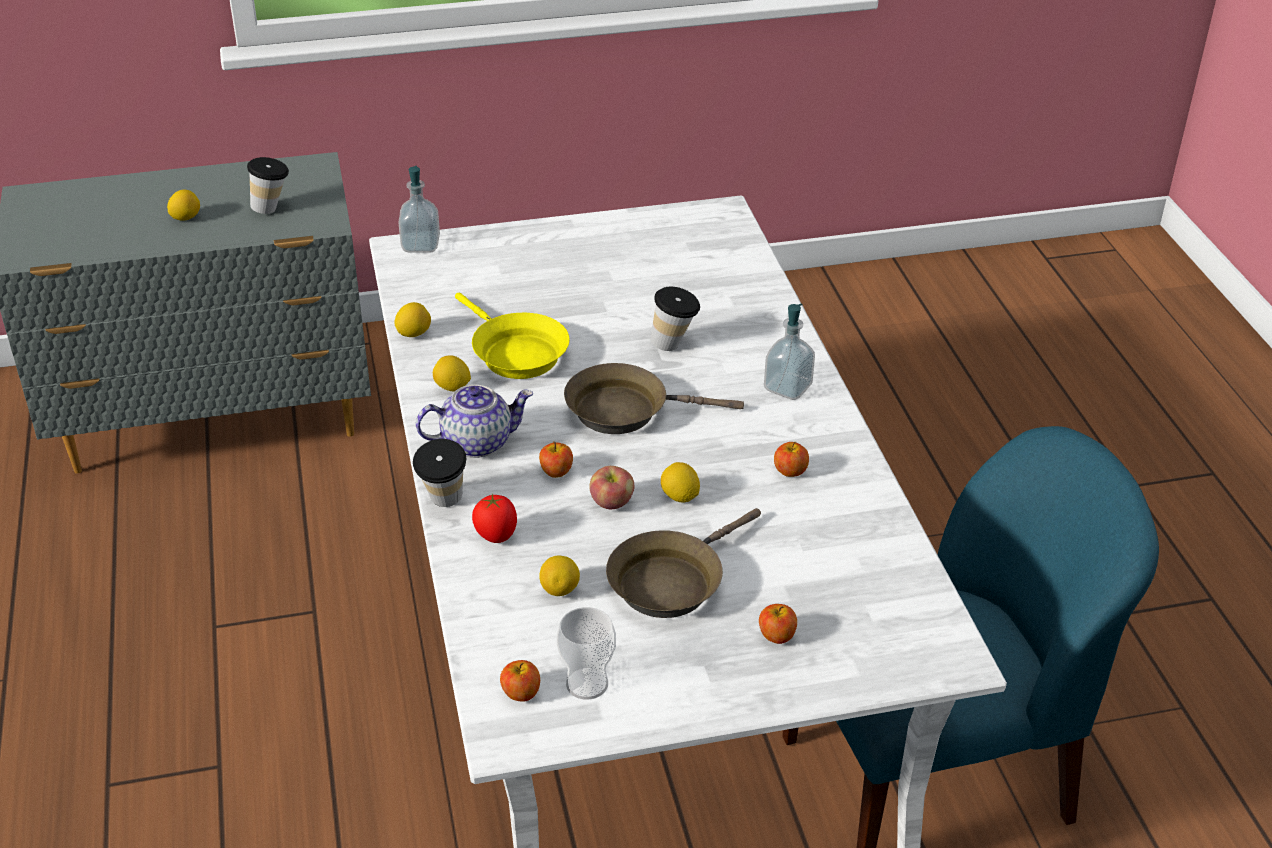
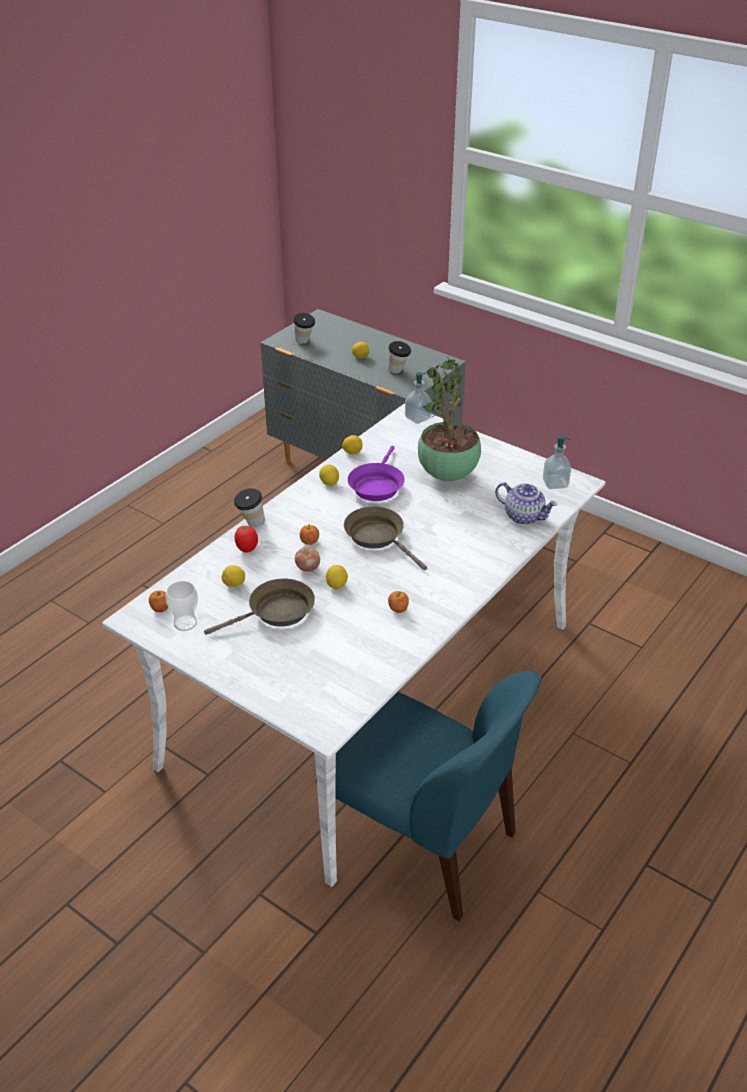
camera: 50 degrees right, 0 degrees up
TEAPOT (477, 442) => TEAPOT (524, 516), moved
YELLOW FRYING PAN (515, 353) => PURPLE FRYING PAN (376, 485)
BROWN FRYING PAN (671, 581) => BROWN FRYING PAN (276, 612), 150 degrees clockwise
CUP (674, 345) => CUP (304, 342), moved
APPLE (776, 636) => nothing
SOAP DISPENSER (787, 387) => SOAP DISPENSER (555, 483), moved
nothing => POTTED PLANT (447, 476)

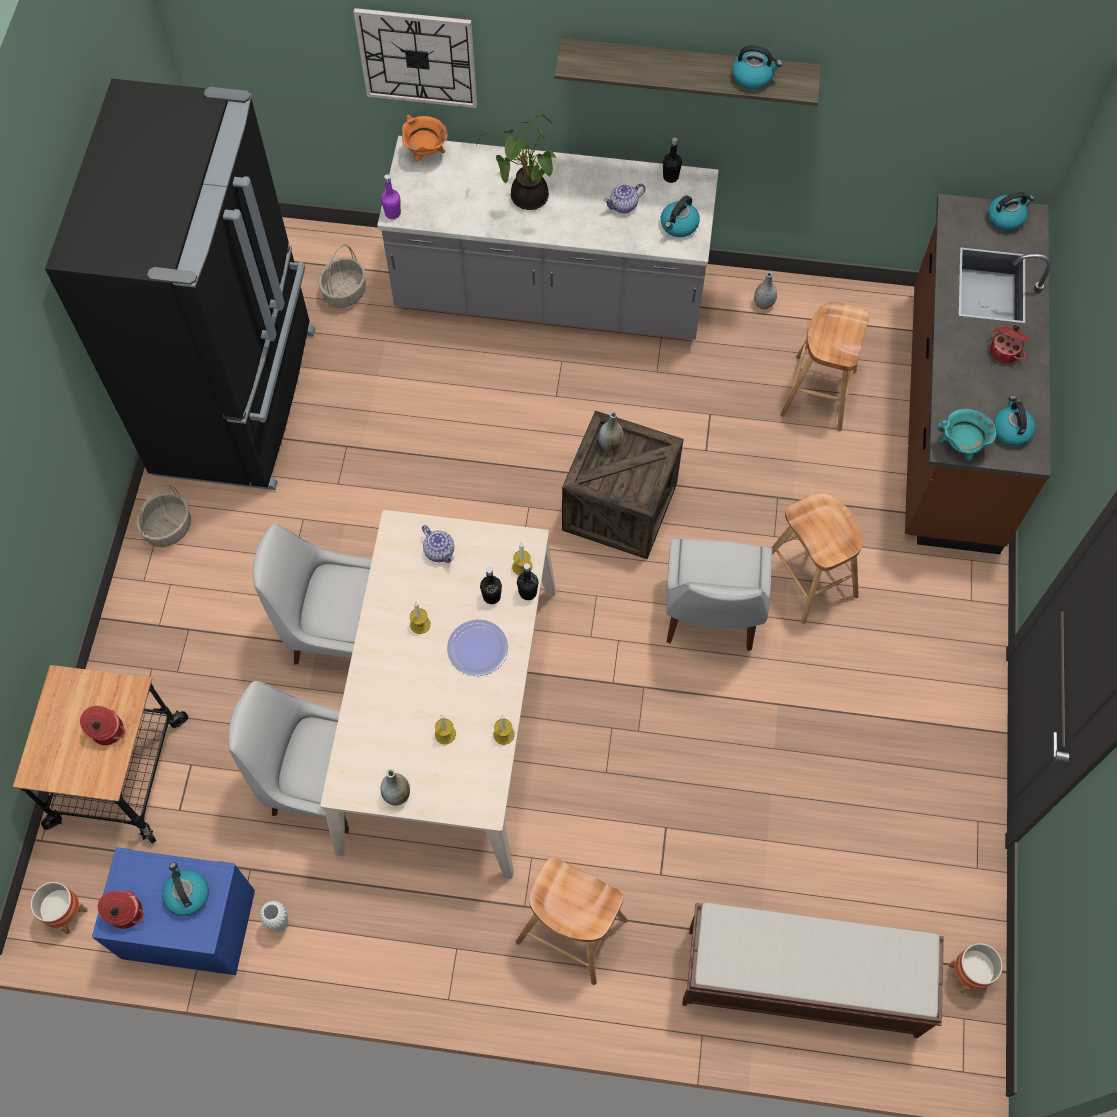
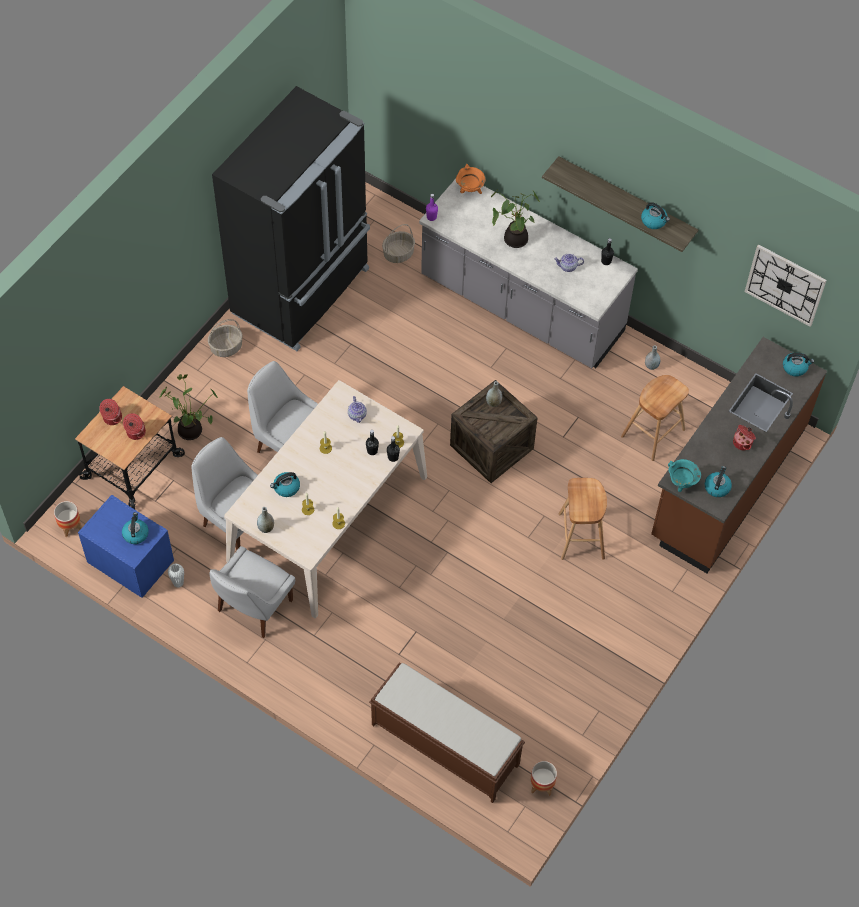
camera: 25 degrees right, 5 degrees down
COOKING POT (125, 913) => COOKING POT (112, 418), moved
WALL CLOCK (417, 57) => WALL CLOCK (785, 284), moved
PLATE (478, 648) => nothing
BROWN STOOL (572, 931) => nothing
KETTLE (679, 225) => KETTLE (286, 488), moved
WHITE CHAIR (710, 617) => WHITE CHAIR (253, 608), moved
nothing => POTTED PLANT (192, 429)

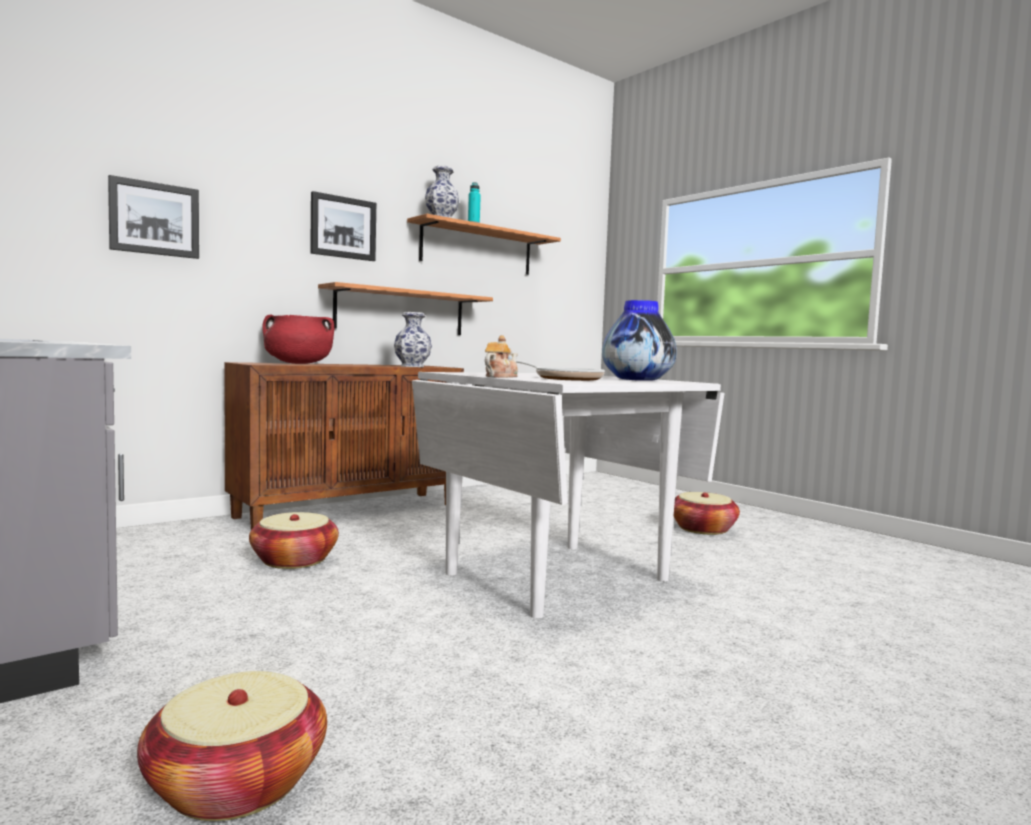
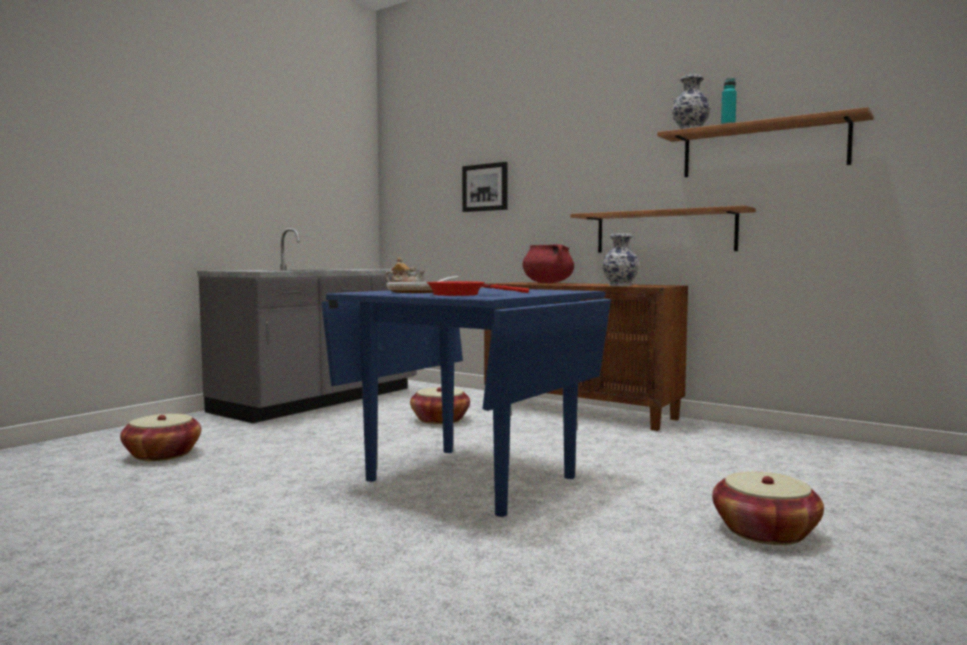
camera: 75 degrees right, 0 degrees up
PICTURE (343, 227) => nothing
WHITE DINING TABLE (556, 576) => BLUE DINING TABLE (471, 478)
VASE (637, 380) => RED FRYING PAN (461, 294)

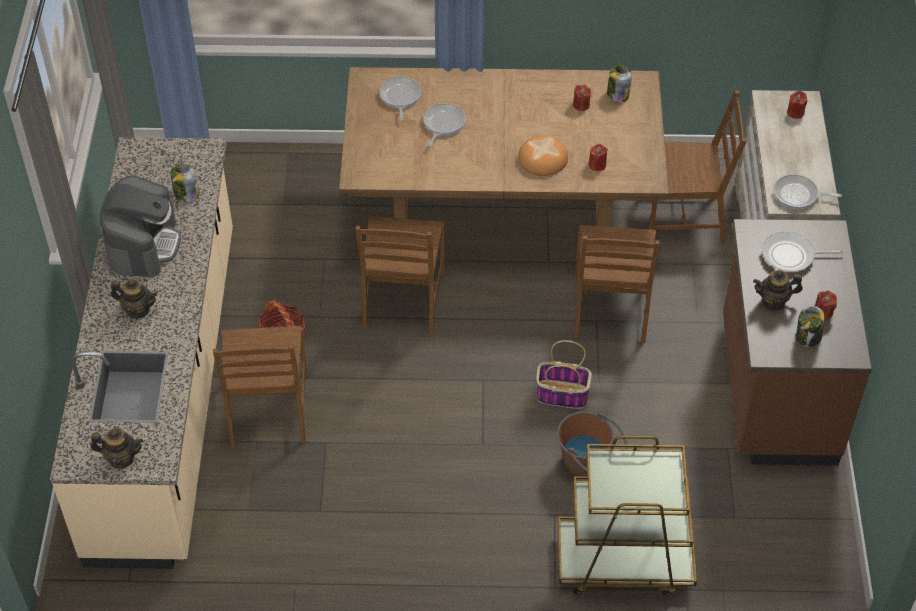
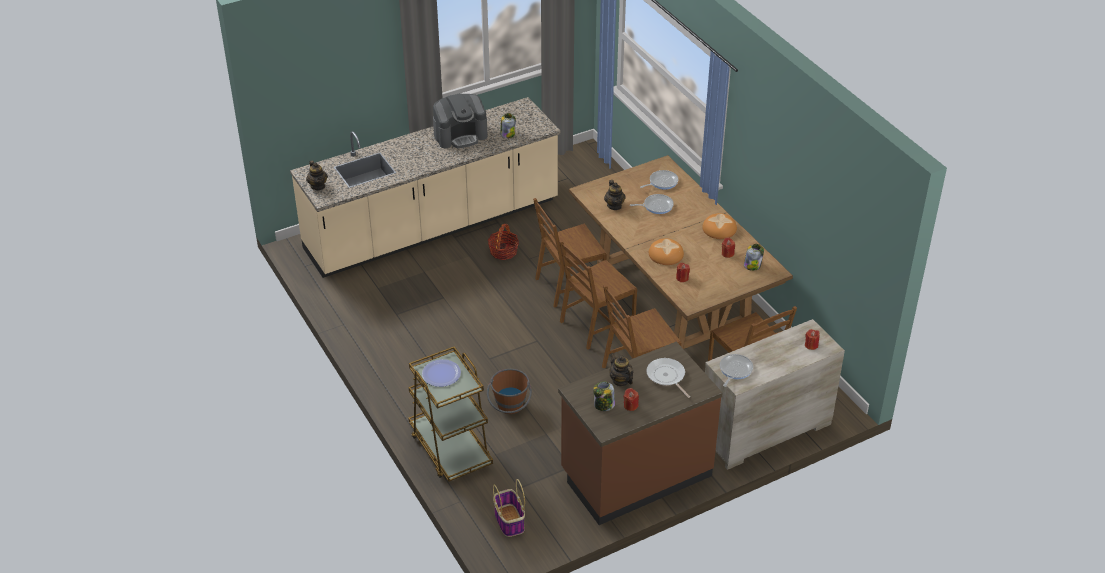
camera: 60 degrees right, 10 degrees down
TEAPOT (138, 310) => TEAPOT (614, 206), moved
BROWN CHAIR (269, 411) => BROWN CHAIR (596, 325), moved
BASKET (561, 395) => BASKET (509, 520), moved
FRYING PAN (798, 195) => FRYING PAN (734, 370), 45 degrees clockwise
nothing => PLATE (441, 374)
nothing => BREAD (719, 229)

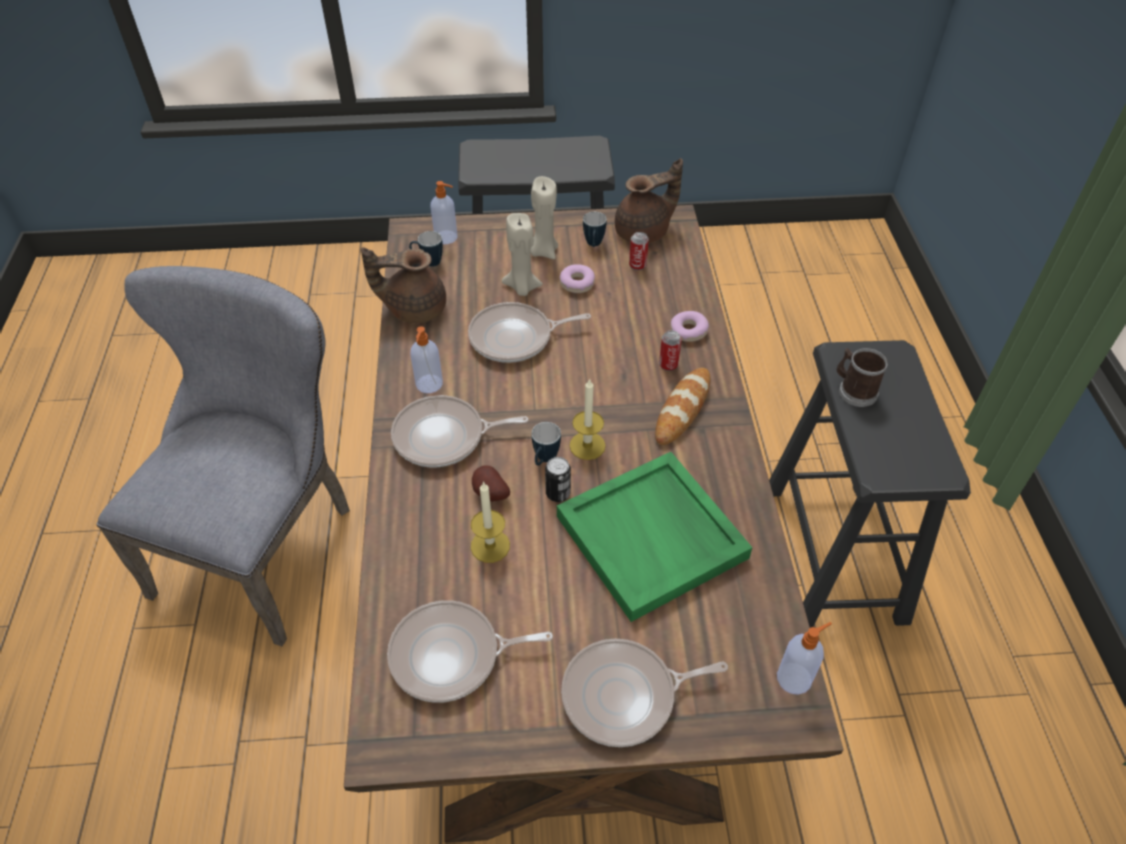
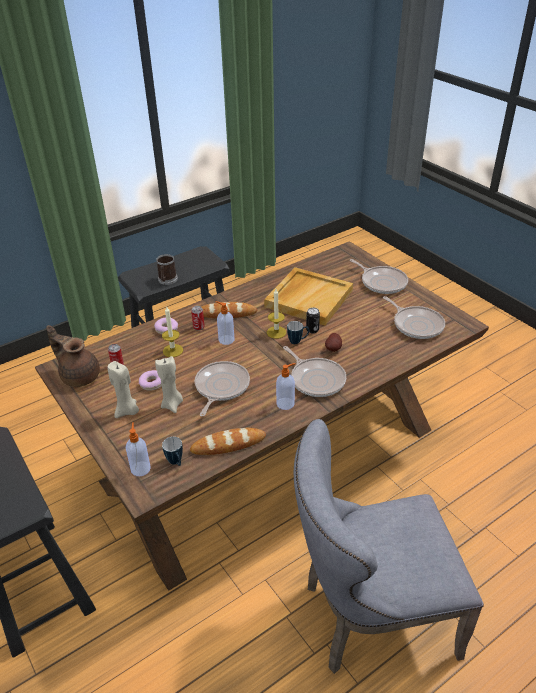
camera: 120 degrees left, 10 degrees down
BROWN TEAPOT (414, 308) => BREAD (228, 444)
FRYING PAN (515, 338) => FRYING PAN (221, 387), 120 degrees counterclockwise
CANDLE (490, 546) => CANDLE (173, 350), moved
GREEN TRAY (653, 537) => BEIGE TRAY (308, 298)
MUG (593, 245) => nothing
SOAP DISPENSER (795, 678) => SOAP DISPENSER (226, 339), moved

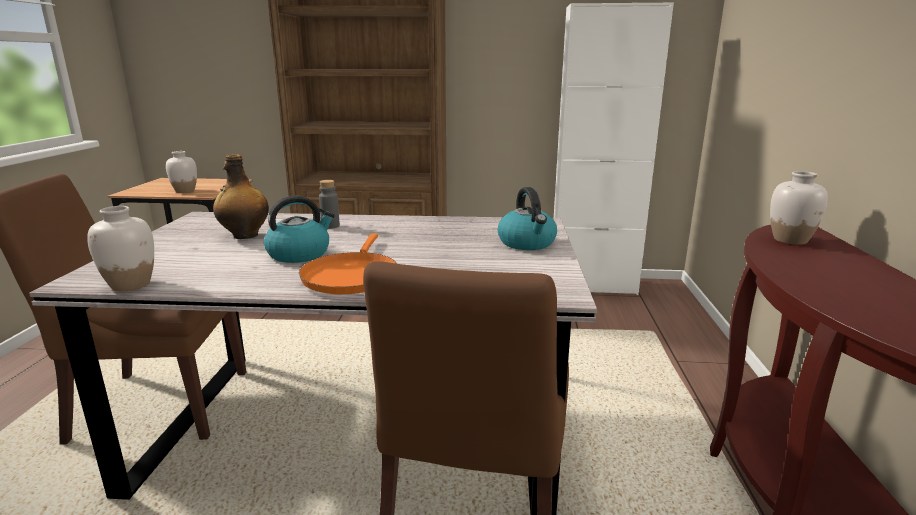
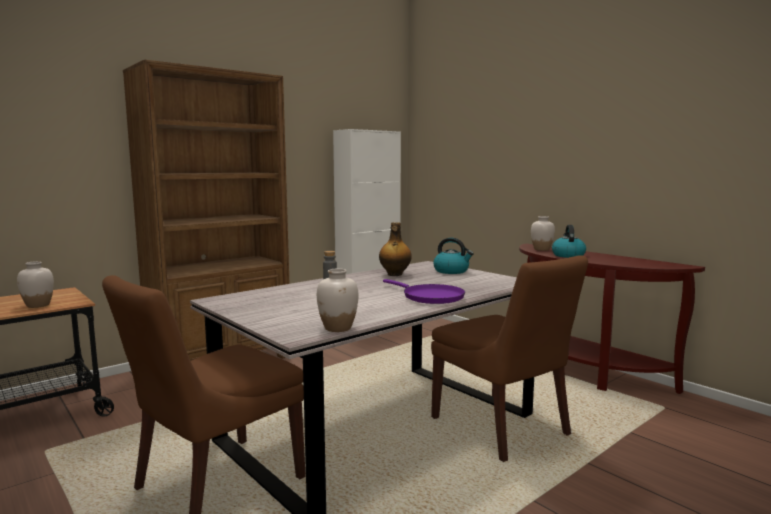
camera: 45 degrees left, 10 degrees down
BOTTLE (244, 236) => BOTTLE (394, 274), moved
KETTLE (300, 254) => KETTLE (568, 255), moved
ORANGE FRYING PAN (351, 276) => PURPLE FRYING PAN (430, 297)

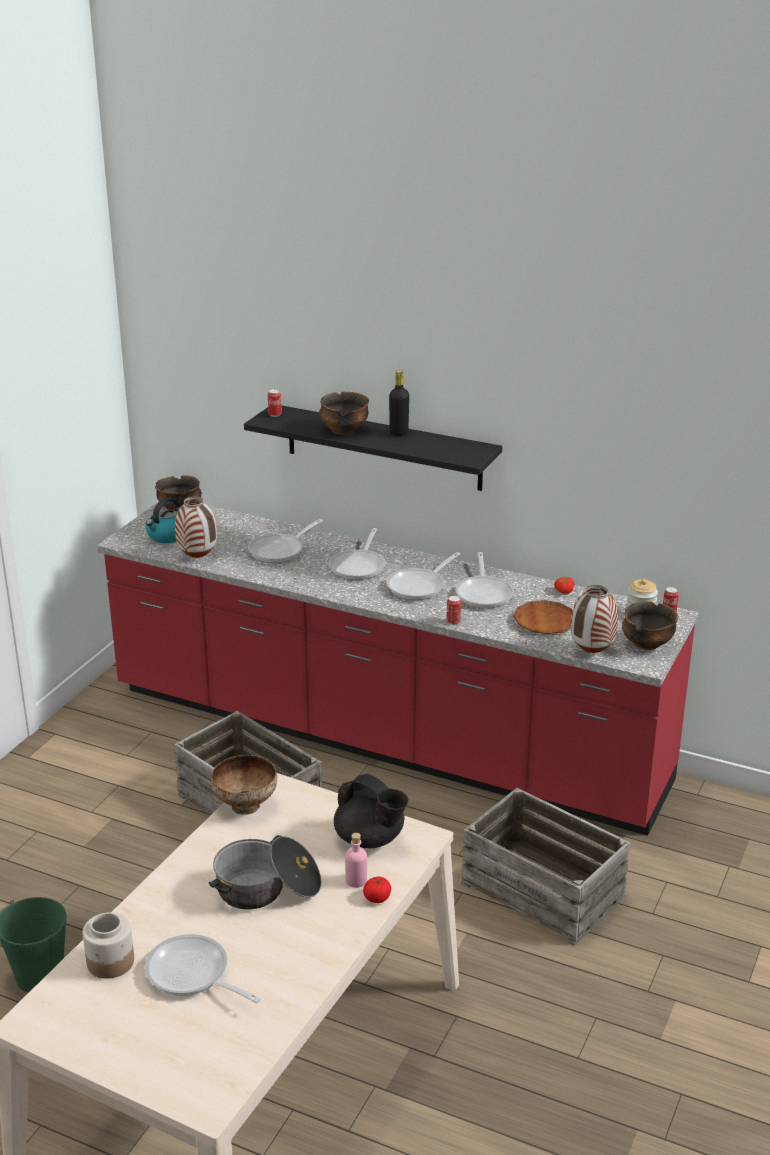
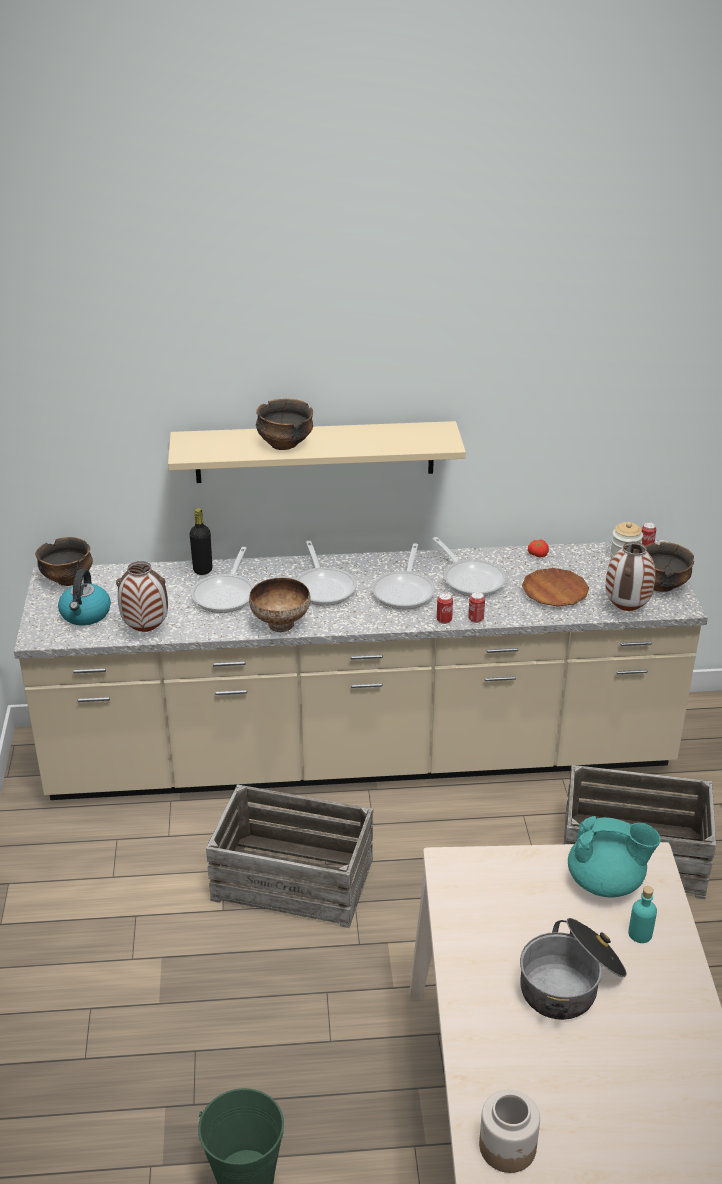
camera: 30 degrees left, 5 degrees up
RED COUNTER (384, 738) => BEIGE COUNTER (361, 756)
FRYING PAN (192, 975) => nothing
BOWL (246, 805) => BOWL (281, 624), moved
BLACK SHELF (383, 447) => BEIGE SHELF (314, 452)
CAN (275, 415) => CAN (444, 620), moved
BLACK TEAPOT (370, 839) => TURQUOISE TEAPOT (606, 882)
PINK BOTTLE (356, 880) => TURQUOISE BOTTLE (640, 934)
TOMATO (377, 897) => nothing
BLACK BOTTLE (399, 433) => BLACK BOTTLE (202, 570), moved

